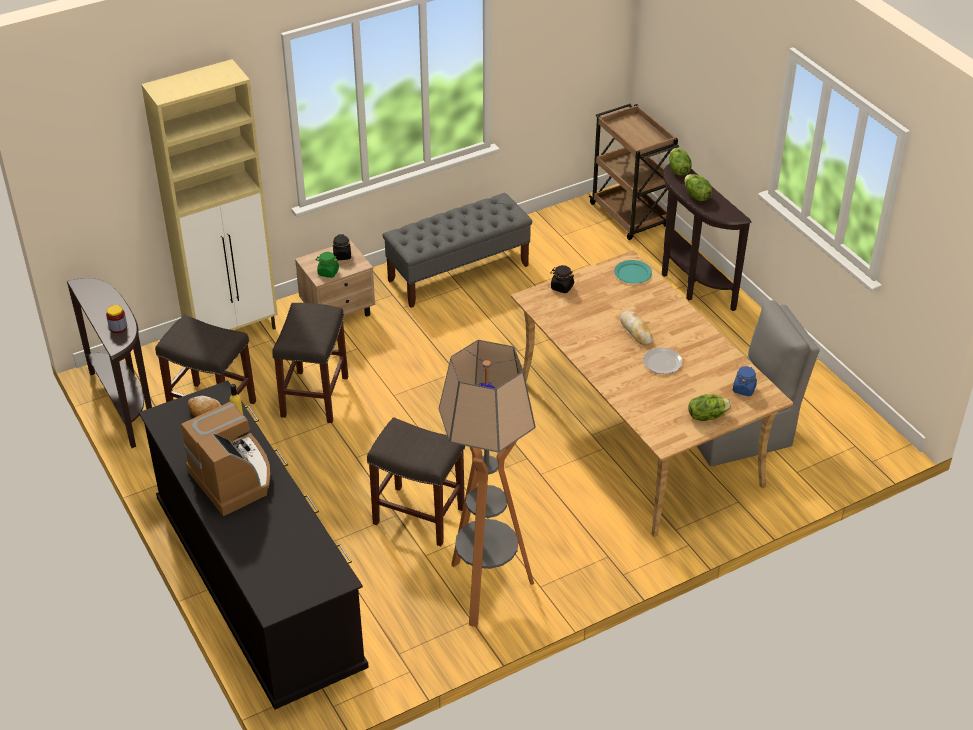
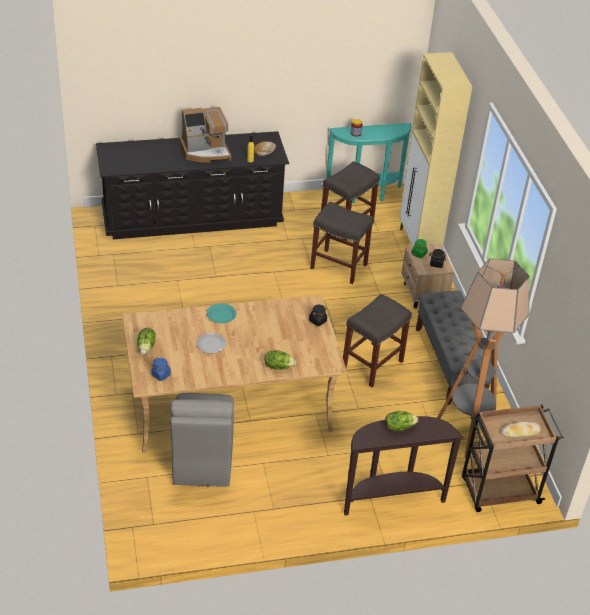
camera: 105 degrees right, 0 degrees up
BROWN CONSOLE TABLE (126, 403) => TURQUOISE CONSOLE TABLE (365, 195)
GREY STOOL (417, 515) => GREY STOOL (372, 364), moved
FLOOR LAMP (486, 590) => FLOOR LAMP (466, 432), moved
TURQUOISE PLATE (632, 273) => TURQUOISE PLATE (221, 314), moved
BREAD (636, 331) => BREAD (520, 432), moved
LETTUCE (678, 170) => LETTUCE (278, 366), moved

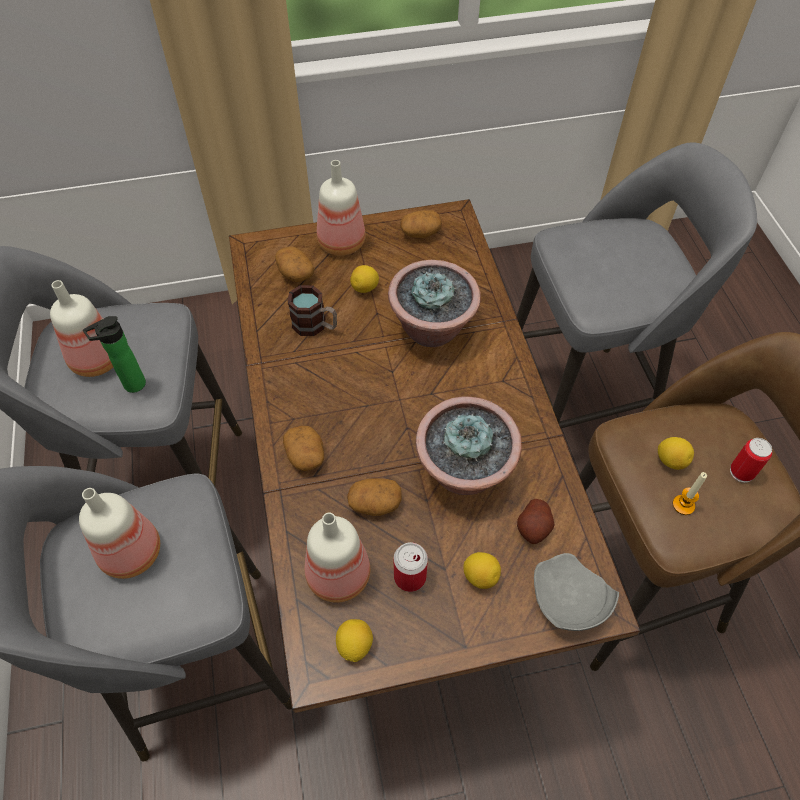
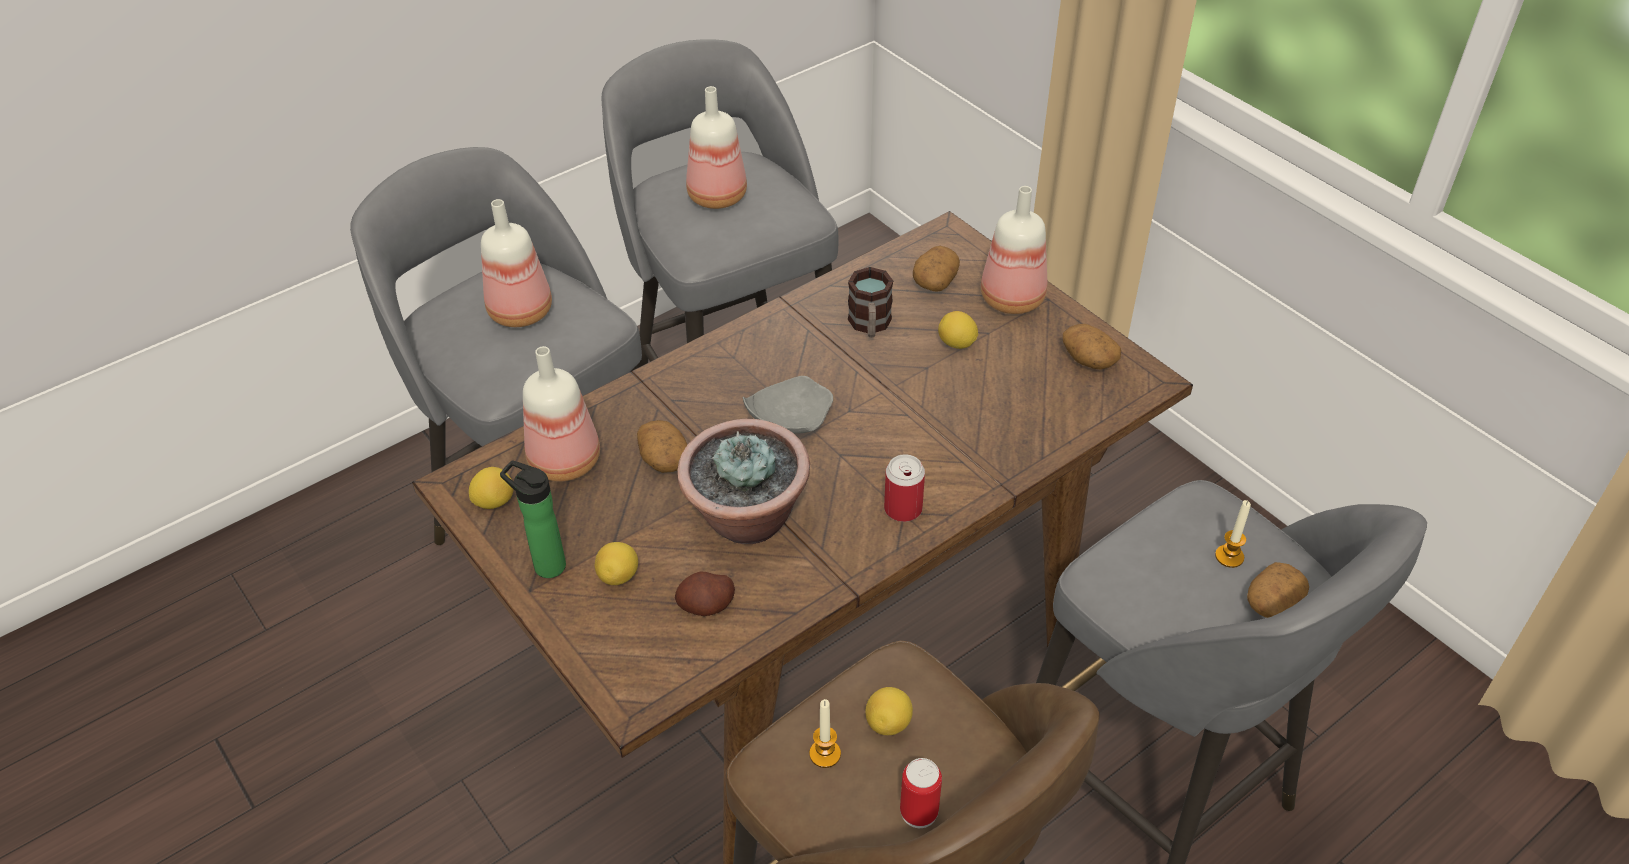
camera: 65 degrees right, 10 degrees down
BOTTLE (131, 386) => BOTTLE (545, 564), moved
POTATO (306, 455) => POTATO (1273, 604), moved
POTTED PLANT (432, 329) => nothing
CAN (410, 577) => CAN (903, 509), moved
GREY PLATE (568, 600) => GREY PLATE (788, 419), moved
nothing => CANDLE (1229, 556)

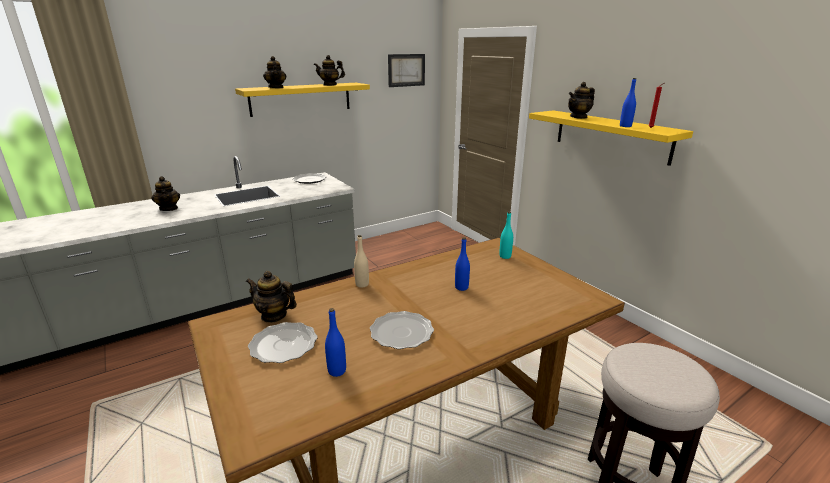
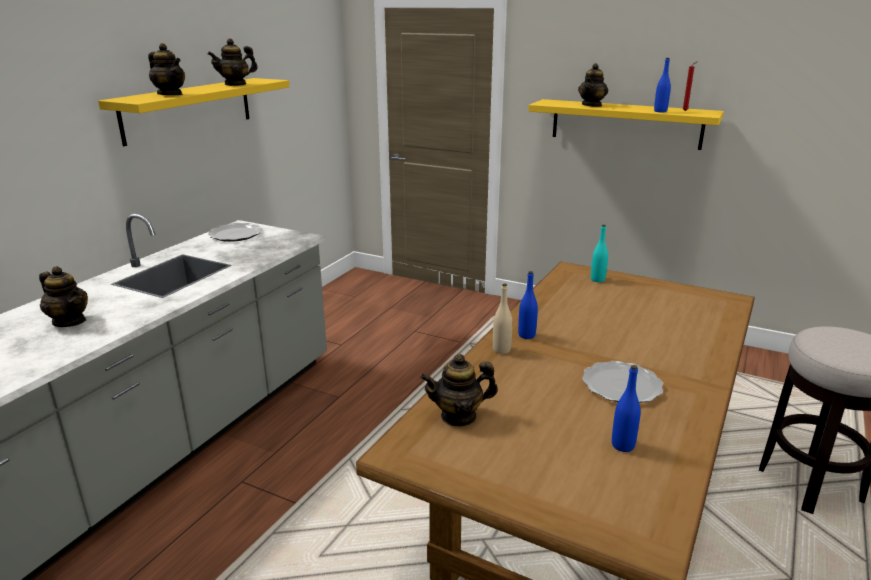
camera: 30 degrees left, 0 degrees up
PLATE (284, 345) => nothing
PICTURE (406, 70) => nothing
BLUE BOTTLE (461, 287) => BLUE BOTTLE (526, 335), moved

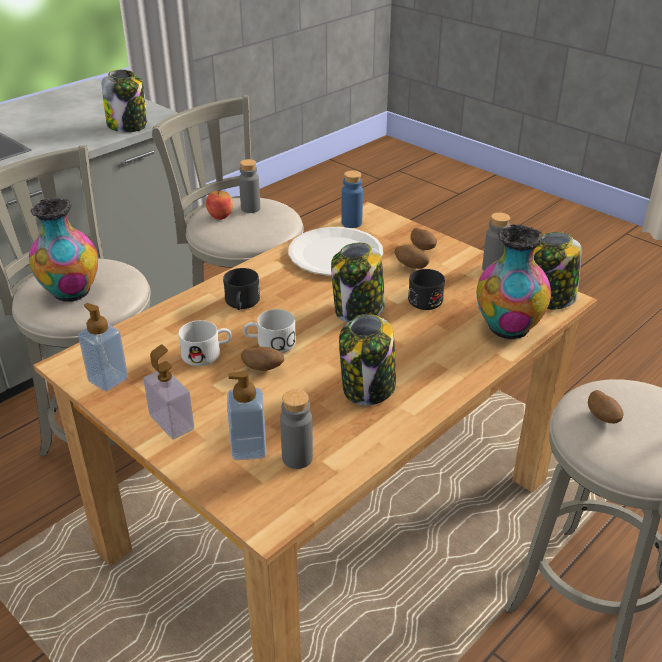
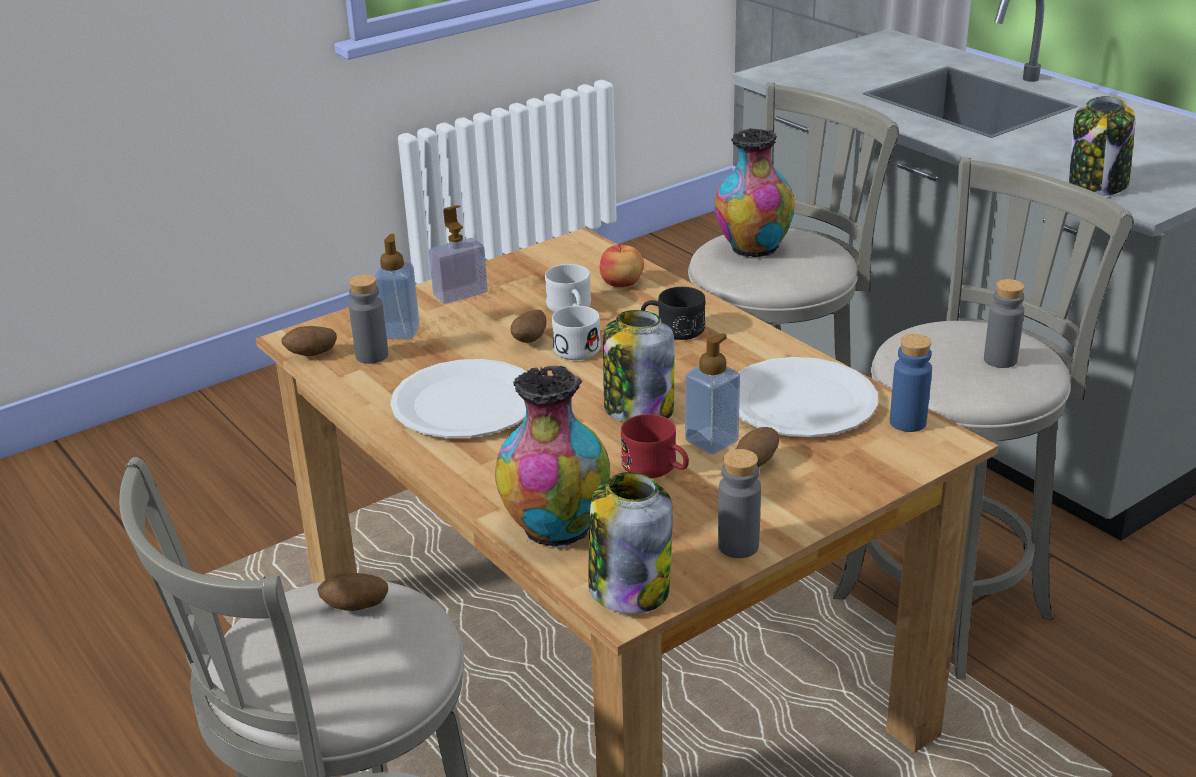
camera: 100 degrees right, 5 degrees down
SOAP DISPENSER (108, 379) => SOAP DISPENSER (711, 441), moved
APPLE (220, 215) => APPLE (622, 283), moved
JAR (368, 388) => WHITE PLATE (466, 403)
BLACK MUG (428, 298) => RED MUG (657, 468)
POTATO (422, 249) => POTATO (311, 355), moved

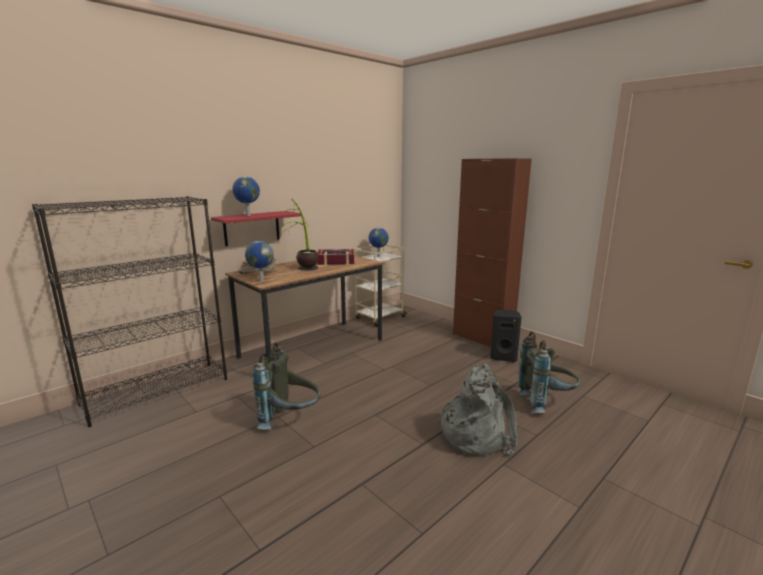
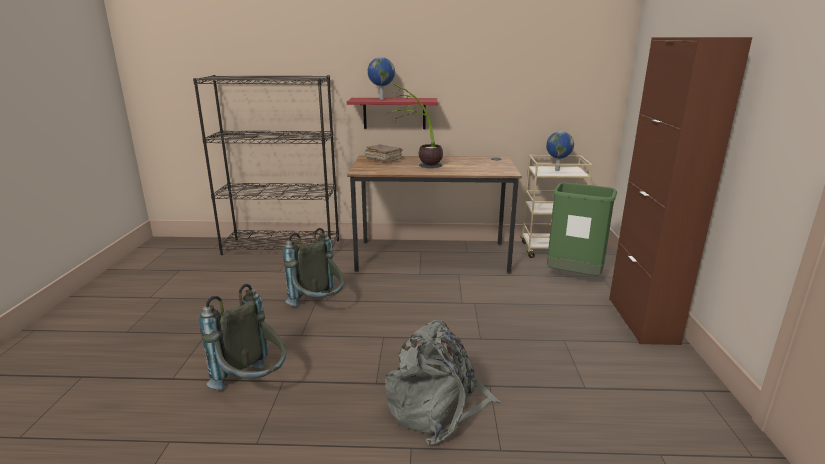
camera: 45 degrees right, 5 degrees up
GLOBE (261, 280) => nothing
BOOK (336, 261) => nothing
BLACK SPEAKER (503, 357) => nothing
GREY BACKPACK (546, 403) => GREY BACKPACK (253, 385), moved
nothing => GREEN TRASH CAN (574, 276)

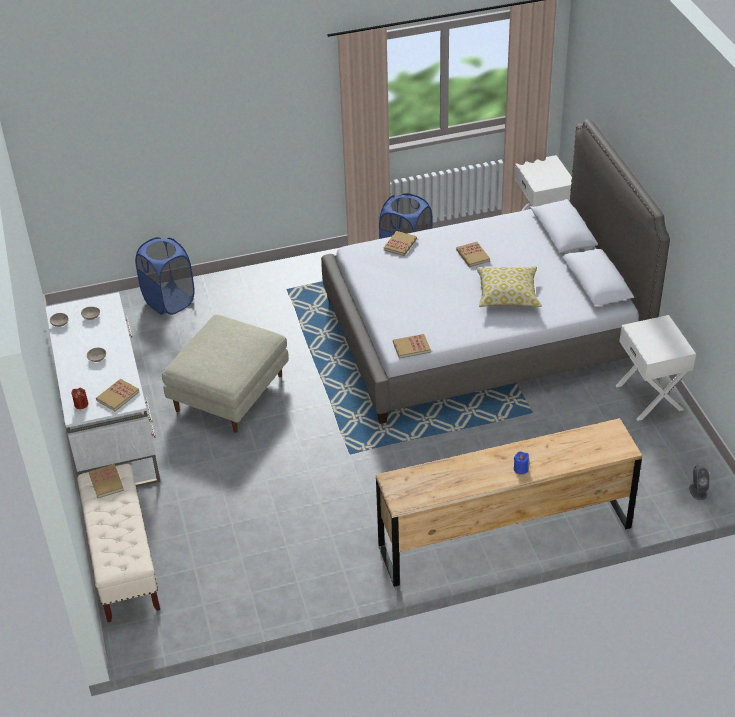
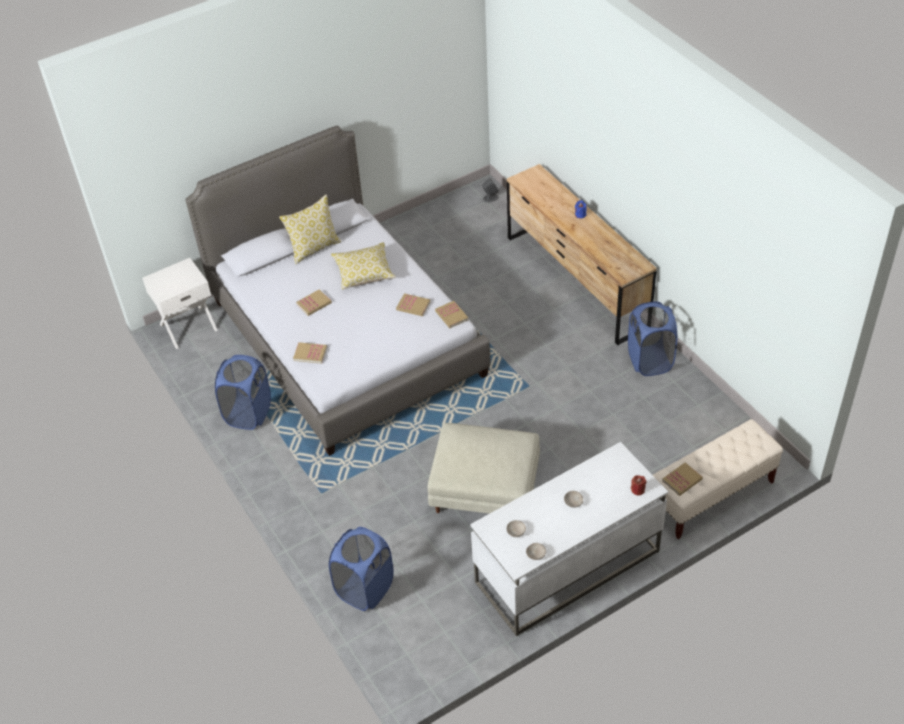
camera: 105 degrees left, 5 degrees up
BOOK (118, 396) => BOOK (413, 306), moved
WHITE NIGHTSTAND (650, 397) => nothing
nothing => PILLOW (314, 248)
nothing => BLUE LAUNDRY BASKET (650, 361)

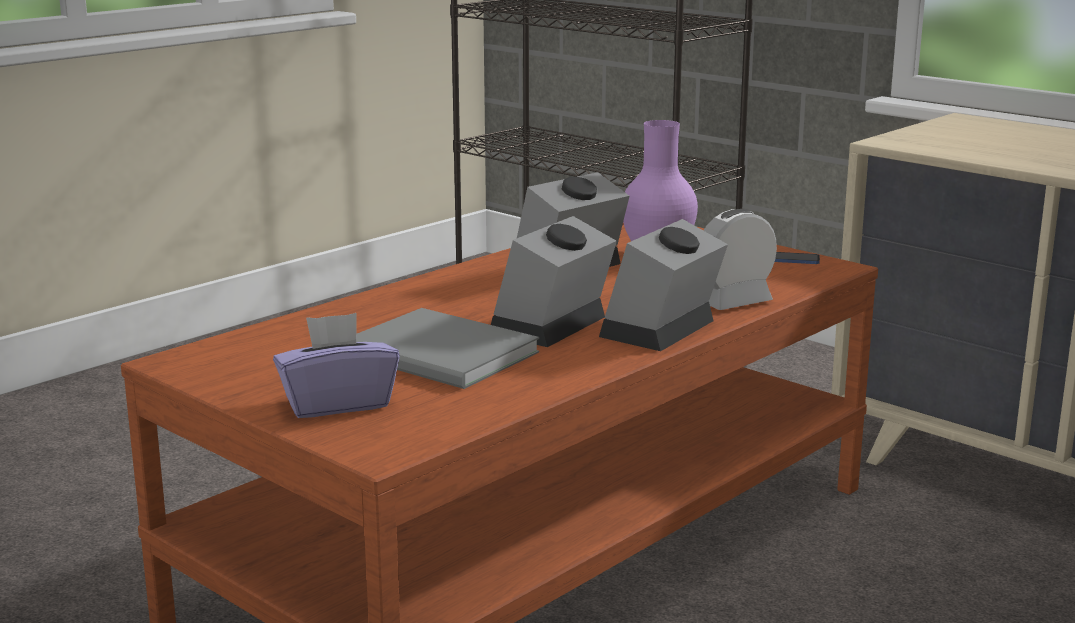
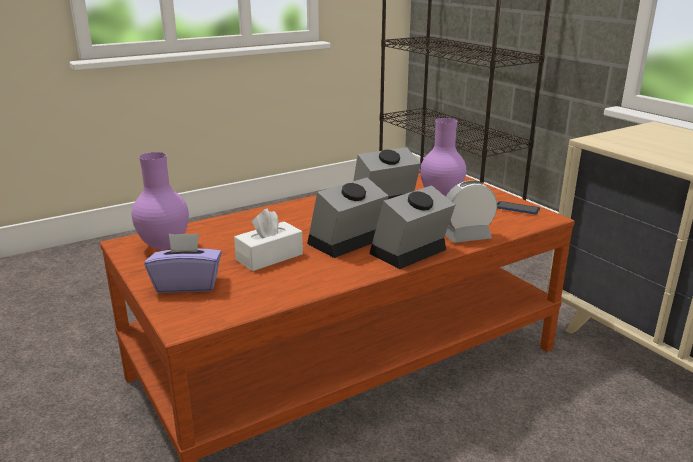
camera: 15 degrees right, 5 degrees up
GREY BOOK (442, 356) => WHITE TISSUE BOX (269, 257)
nothing => PURPLE VASE (164, 247)

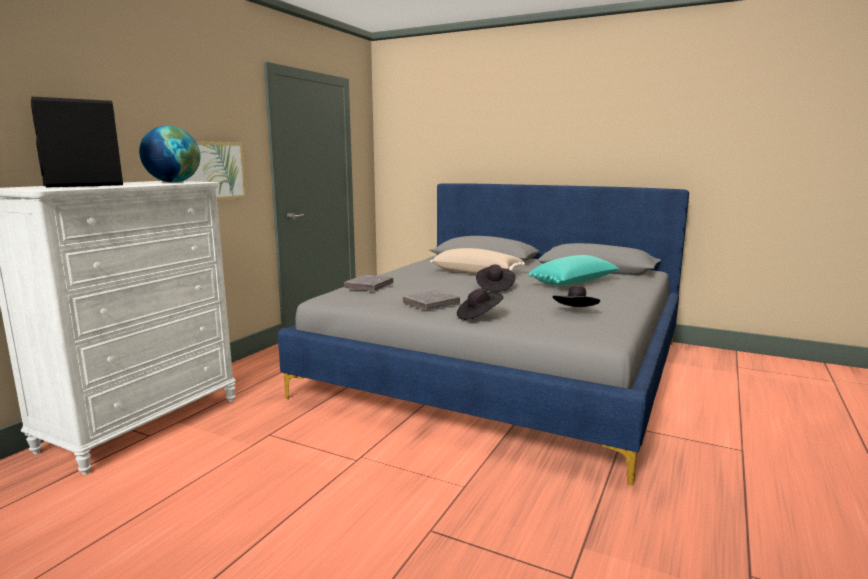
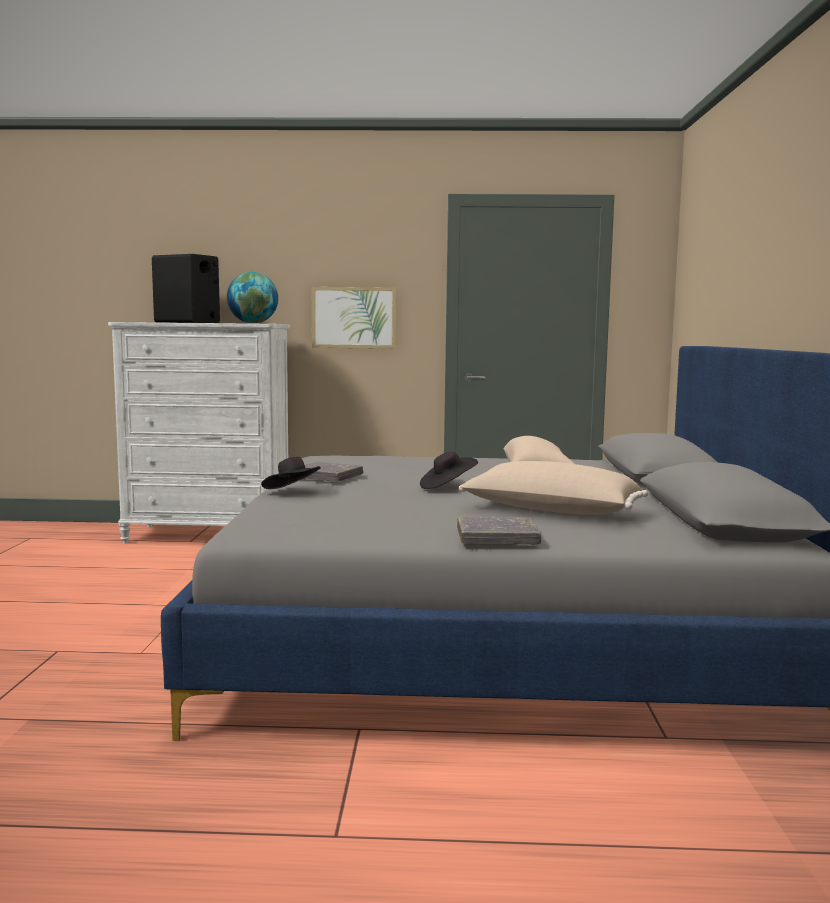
camera: 65 degrees right, 5 degrees down
GREY BOOK (369, 286) => GREY BOOK (497, 537), moved
TURQUOISE PILLOW (574, 283) => BEIGE PILLOW (550, 512)
BLACK HAT (575, 312) => nothing

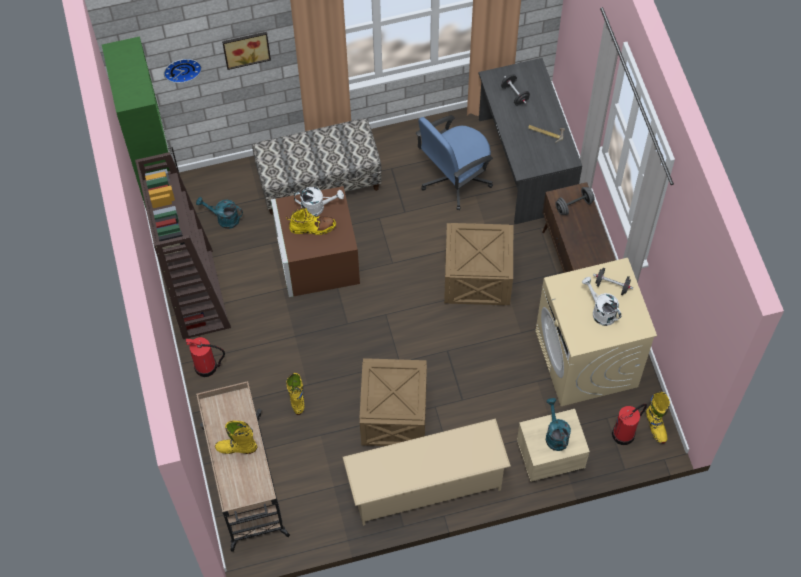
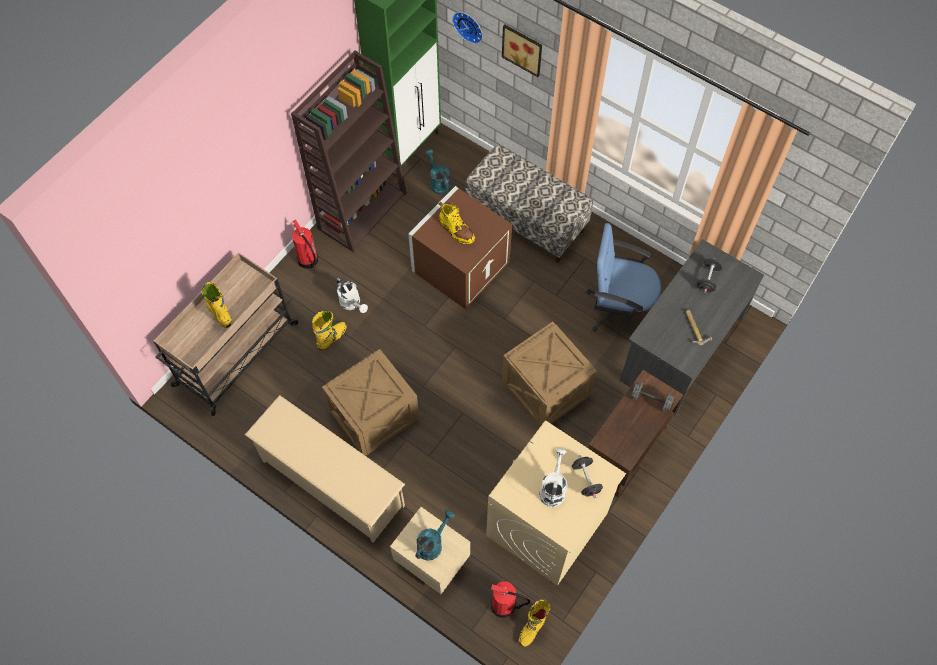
camera: 50 degrees right, 0 degrees up
WHITE WATERING CAN (317, 207) => WHITE WATERING CAN (352, 304), moved

